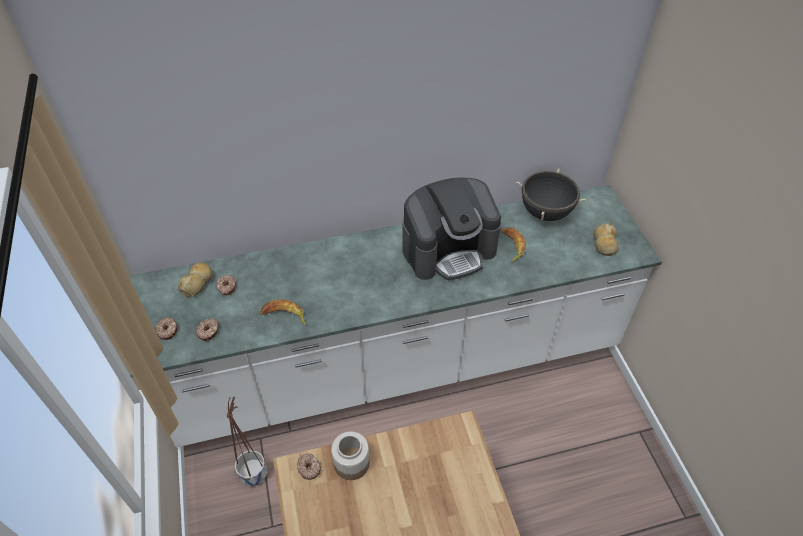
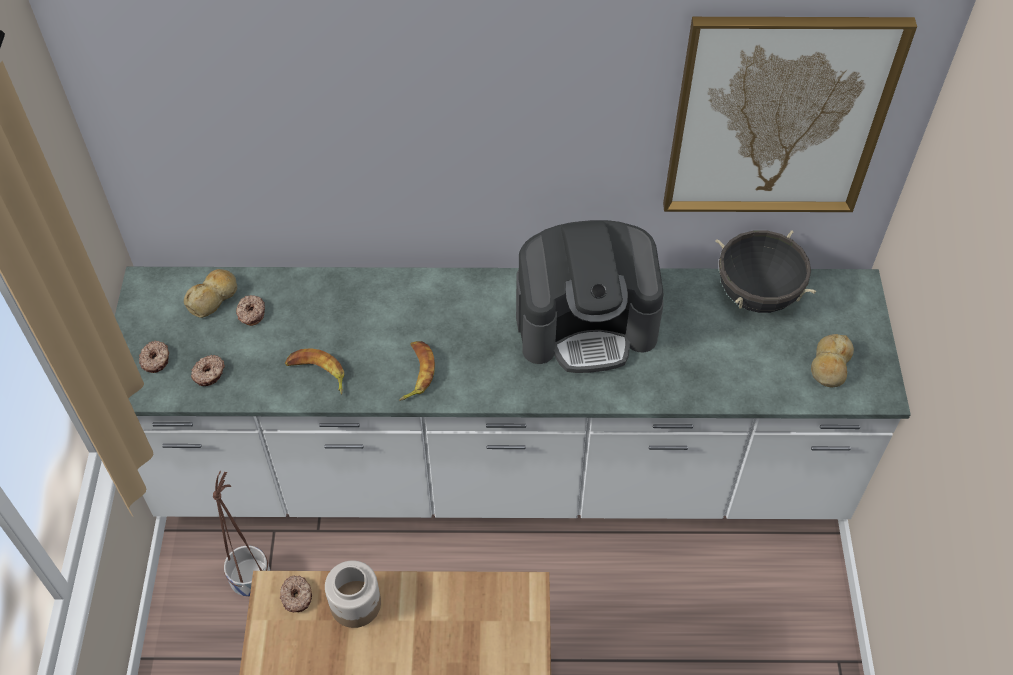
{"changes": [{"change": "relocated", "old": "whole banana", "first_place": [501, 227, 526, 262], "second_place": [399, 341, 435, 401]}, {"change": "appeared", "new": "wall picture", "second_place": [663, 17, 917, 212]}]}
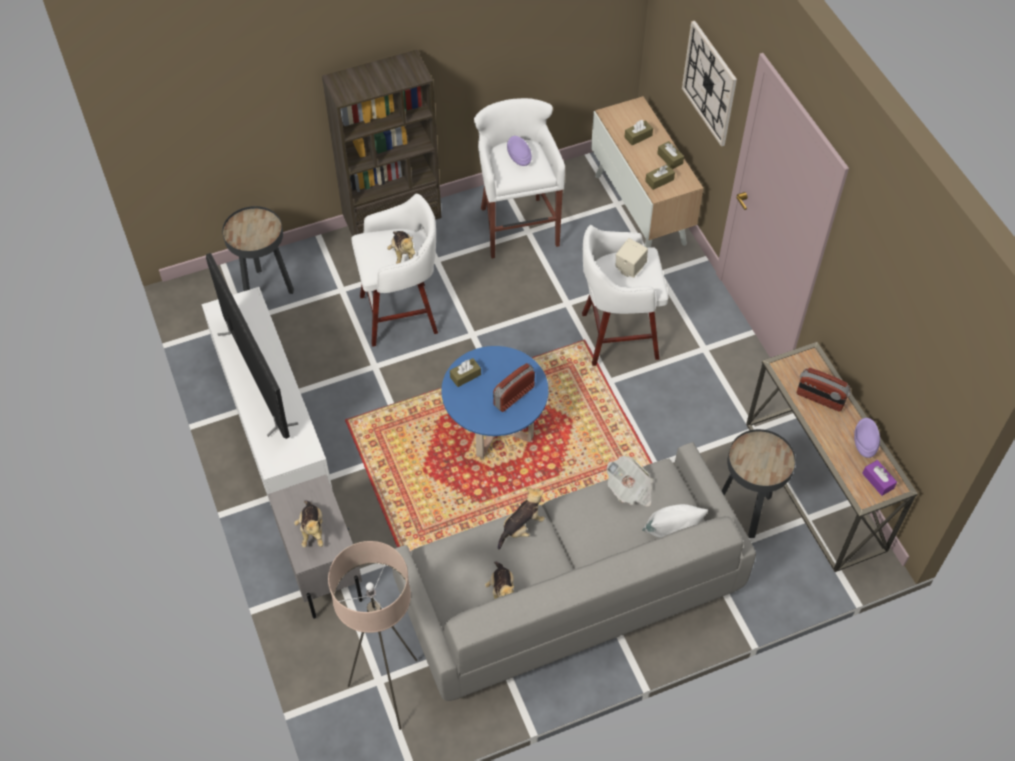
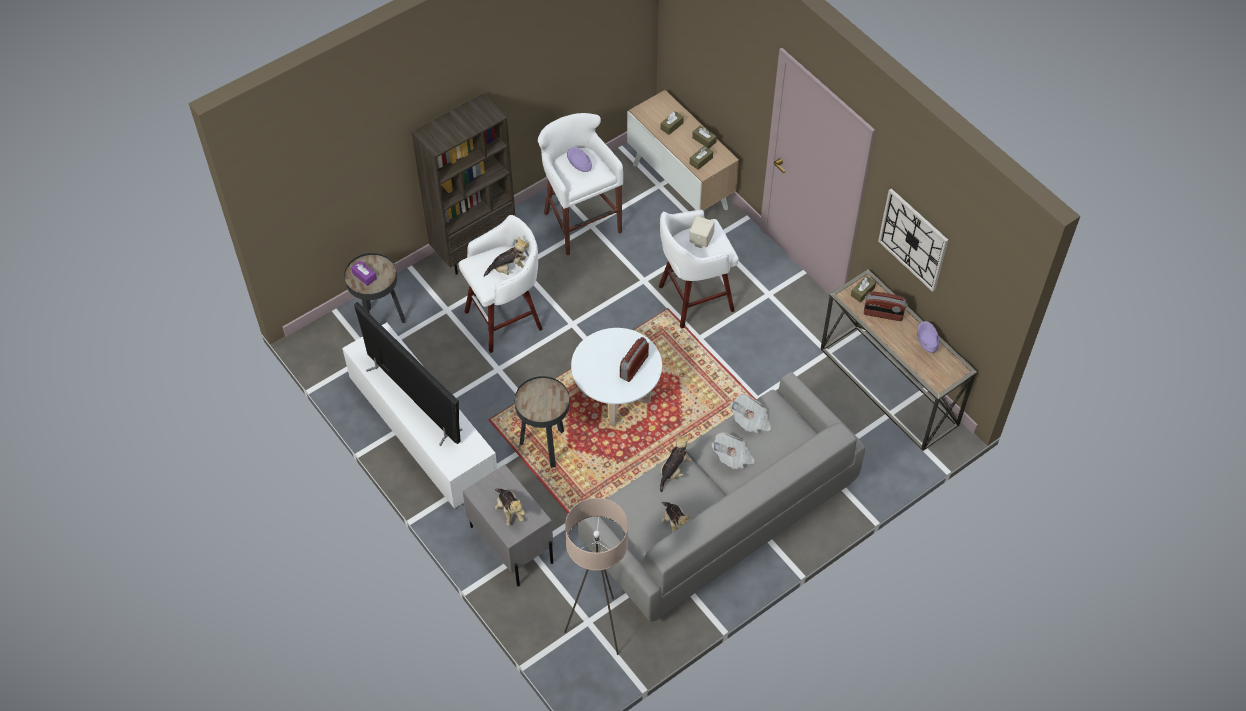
{"changes": [{"change": "relocated", "old": "purple-coloured box of tissues", "first_place": [862, 460, 897, 496], "second_place": [351, 260, 377, 286]}, {"change": "spun", "old": "cuddly toy", "first_place": [387, 231, 415, 264], "second_place": [484, 236, 529, 277], "degrees": -75}, {"change": "relocated", "old": "blackish end table", "first_place": [722, 429, 796, 538], "second_place": [515, 376, 570, 468]}, {"change": "colour", "old": "blue low table", "new": "whitish low table", "first_place": [441, 346, 549, 458], "second_place": [571, 328, 662, 425]}, {"change": "appeared", "new": "newspaper", "second_place": [712, 432, 755, 470]}, {"change": "relocated", "old": "brown box of tissues", "first_place": [450, 358, 481, 387], "second_place": [851, 276, 876, 302]}, {"change": "relocated", "old": "hanging clock", "first_place": [682, 21, 737, 147], "second_place": [878, 188, 948, 292]}, {"change": "missing", "old": "whitish cushion", "first_place": [642, 504, 708, 538]}]}
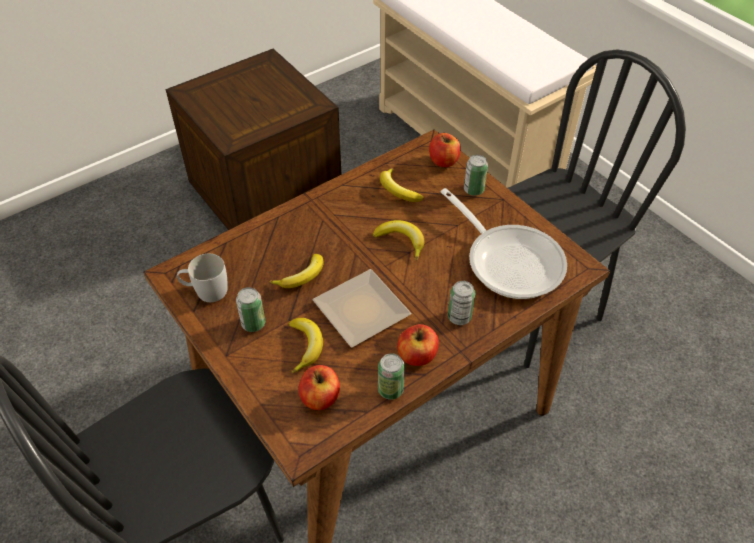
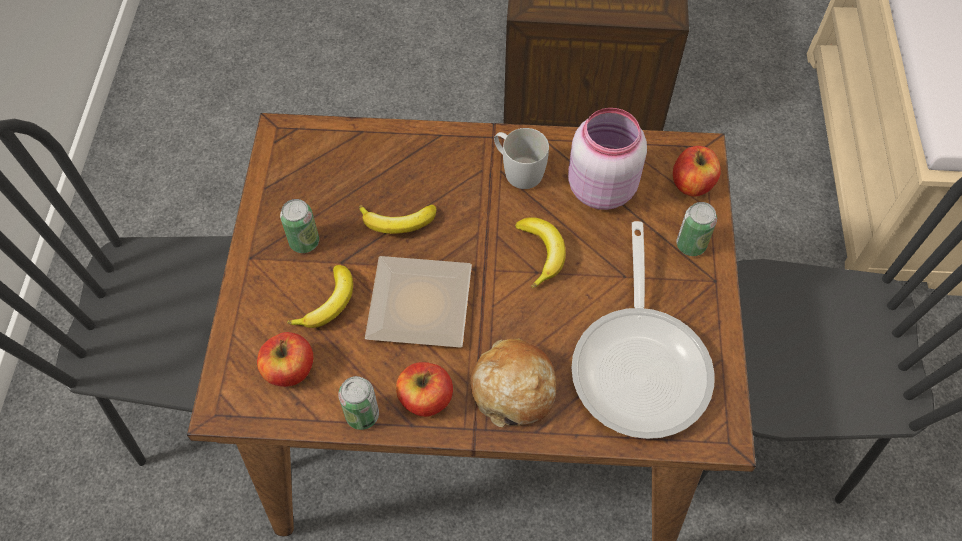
{"changes": [{"change": "exchanged", "old": "sealed can", "new": "bread", "first_place": [448, 281, 475, 325], "second_place": [470, 338, 556, 427]}, {"change": "relocated", "old": "whitish mug", "first_place": [177, 254, 228, 302], "second_place": [494, 128, 549, 189]}, {"change": "exchanged", "old": "whole banana", "new": "pink preserve jar", "first_place": [380, 168, 424, 202], "second_place": [568, 108, 647, 210]}]}
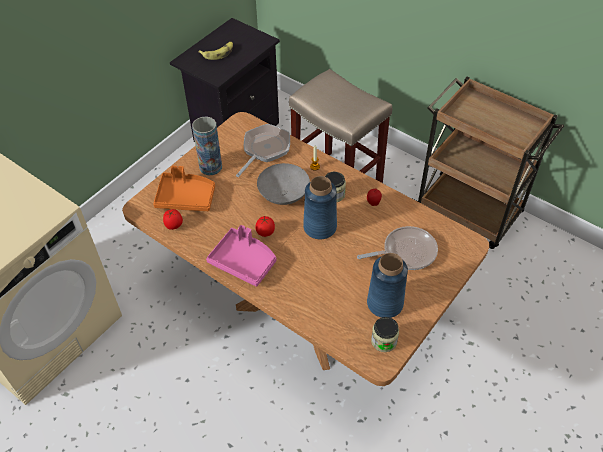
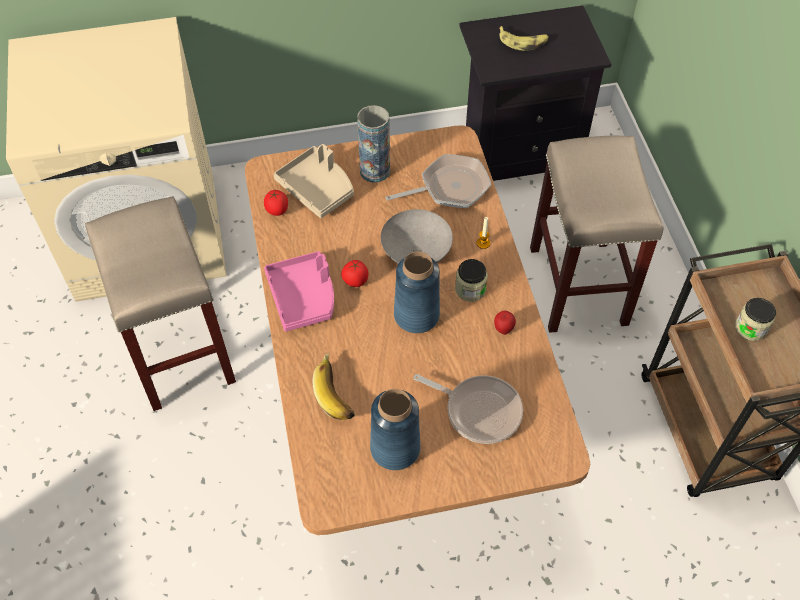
{"changes": [{"change": "appeared", "new": "beige-coloured stool seat", "second_place": [85, 196, 236, 411]}, {"change": "colour", "old": "orange-coloured serving tray", "new": "beige-coloured serving tray", "first_place": [153, 166, 215, 211], "second_place": [273, 144, 354, 218]}, {"change": "appeared", "new": "whole banana", "second_place": [312, 353, 355, 420]}, {"change": "relocated", "old": "preserve jar", "first_place": [371, 317, 399, 352], "second_place": [735, 298, 776, 341]}]}
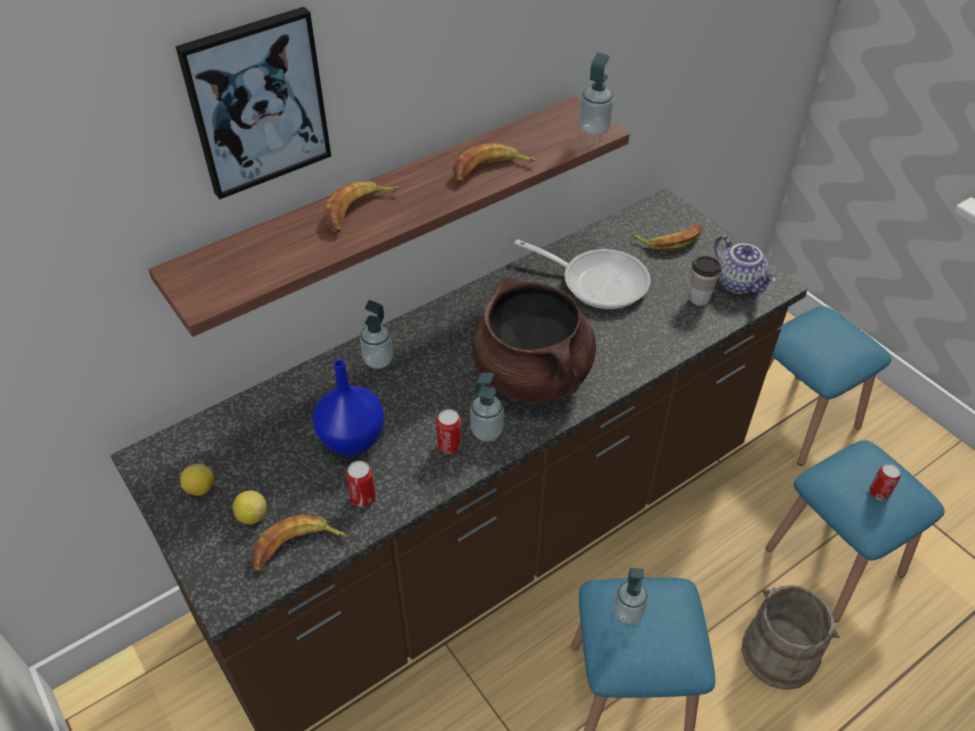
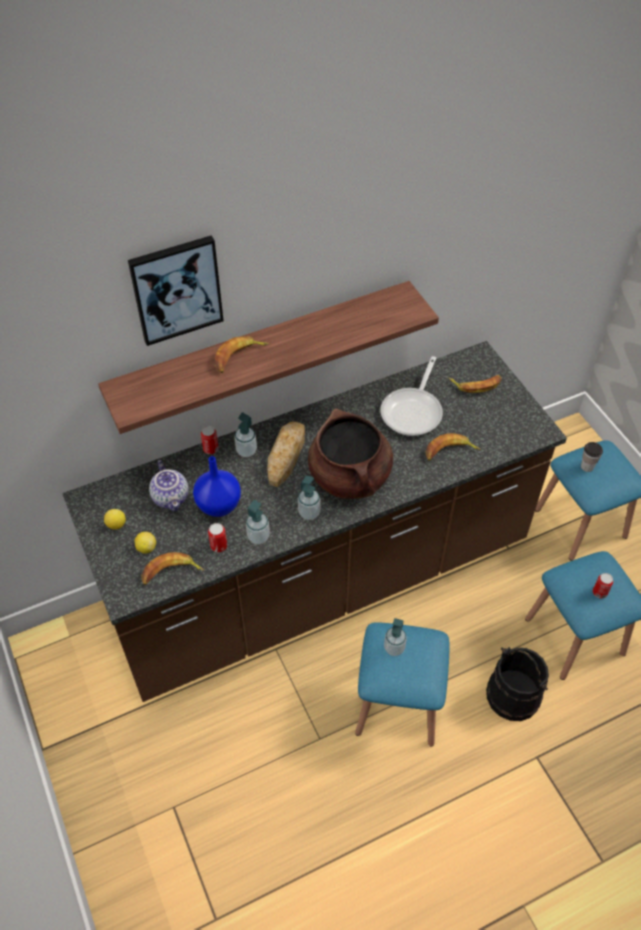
{"changes": [{"change": "relocated", "old": "tea pot", "first_place": [714, 235, 776, 294], "second_place": [149, 460, 189, 511]}, {"change": "relocated", "old": "sealed can", "first_place": [436, 409, 462, 454], "second_place": [201, 426, 219, 454]}, {"change": "relocated", "old": "liquid soap bottle", "first_place": [579, 53, 614, 136], "second_place": [246, 500, 270, 544]}, {"change": "appeared", "new": "bread", "second_place": [267, 422, 305, 487]}, {"change": "spun", "old": "frying pan", "first_place": [514, 239, 650, 309], "second_place": [380, 356, 443, 436], "degrees": 75}, {"change": "relocated", "old": "whole banana", "first_place": [452, 143, 537, 183], "second_place": [425, 433, 481, 461]}, {"change": "colour", "old": "beige-coloured bucket", "new": "blackish bucket", "first_place": [741, 585, 840, 690], "second_place": [486, 647, 549, 721]}, {"change": "relocated", "old": "drinking cup", "first_place": [690, 256, 722, 306], "second_place": [581, 442, 603, 472]}]}
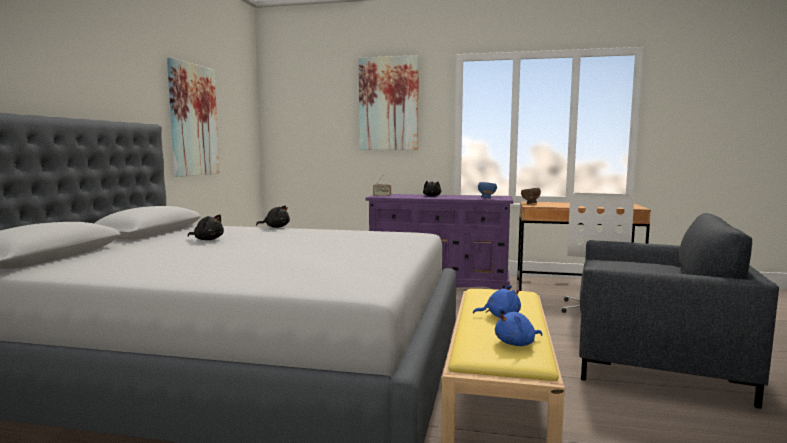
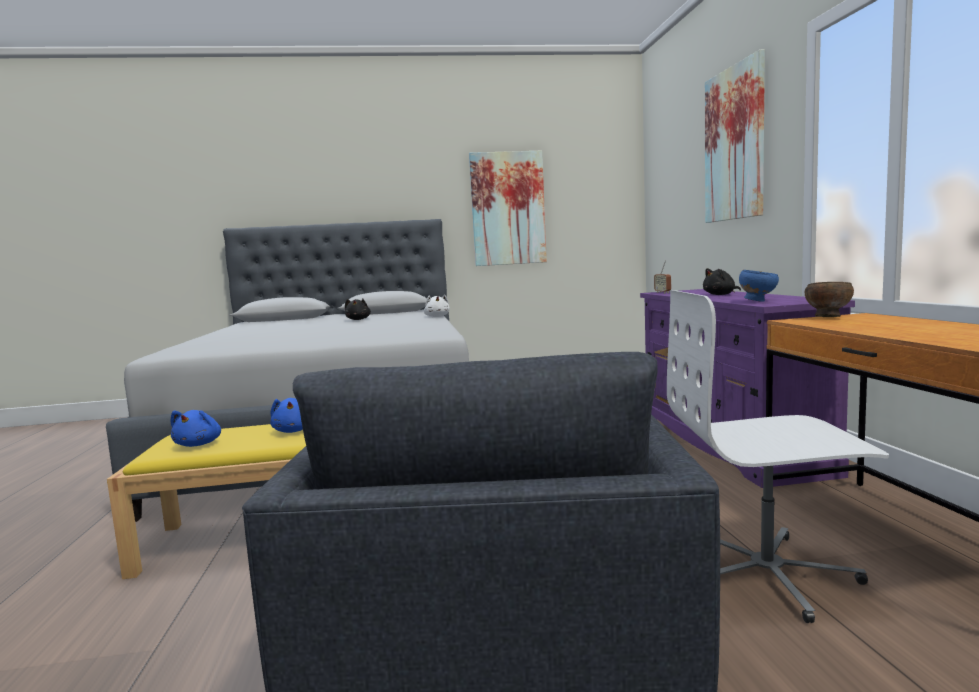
{"changes": [{"change": "spun", "old": "blue cuddly toy", "first_place": [495, 308, 543, 346], "second_place": [171, 410, 221, 447], "degrees": -135}, {"change": "colour", "old": "blackish cuddly toy", "new": "whitish cuddly toy", "first_place": [256, 205, 290, 228], "second_place": [424, 295, 450, 317]}]}
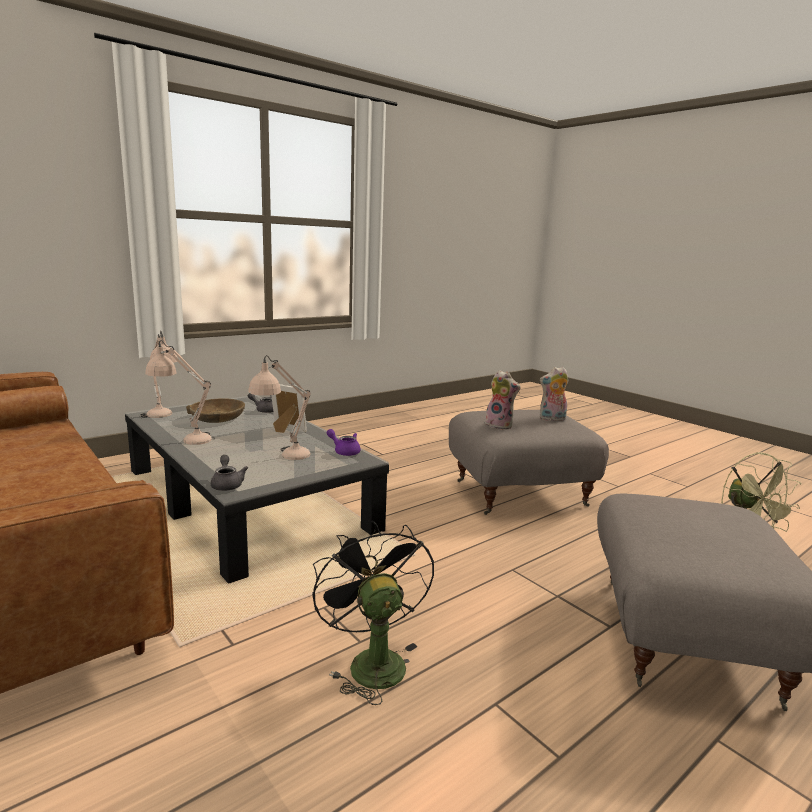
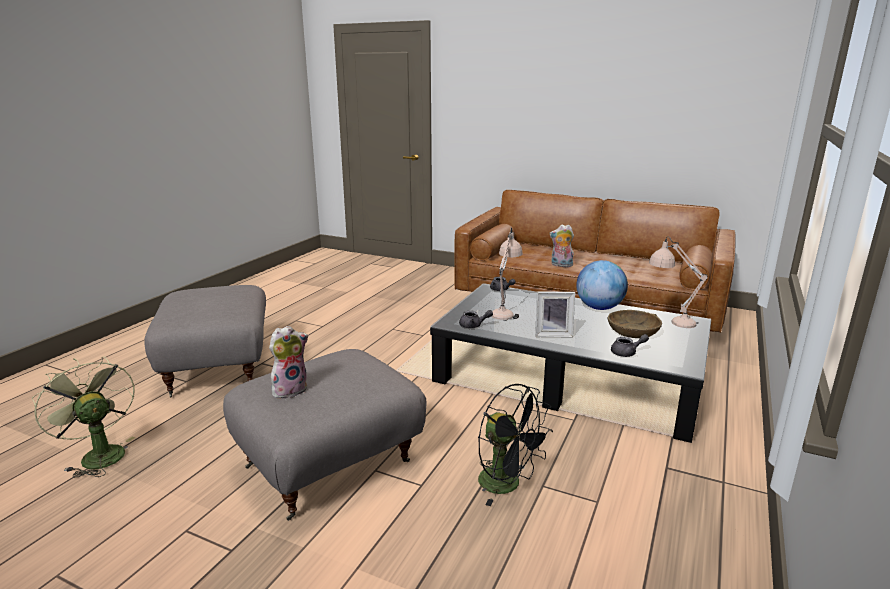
{"changes": [{"change": "colour", "old": "purple-coloured tea pot", "new": "grey tea pot", "first_place": [326, 429, 361, 456], "second_place": [459, 310, 493, 328]}, {"change": "relocated", "old": "blackish fan", "first_place": [312, 521, 434, 705], "second_place": [478, 384, 553, 506]}, {"change": "relocated", "old": "cuddly toy", "first_place": [485, 370, 521, 430], "second_place": [549, 225, 574, 267]}, {"change": "exchanged", "old": "beige-coloured lamp for a table", "new": "world globe", "first_place": [145, 340, 216, 445], "second_place": [576, 260, 628, 310]}]}
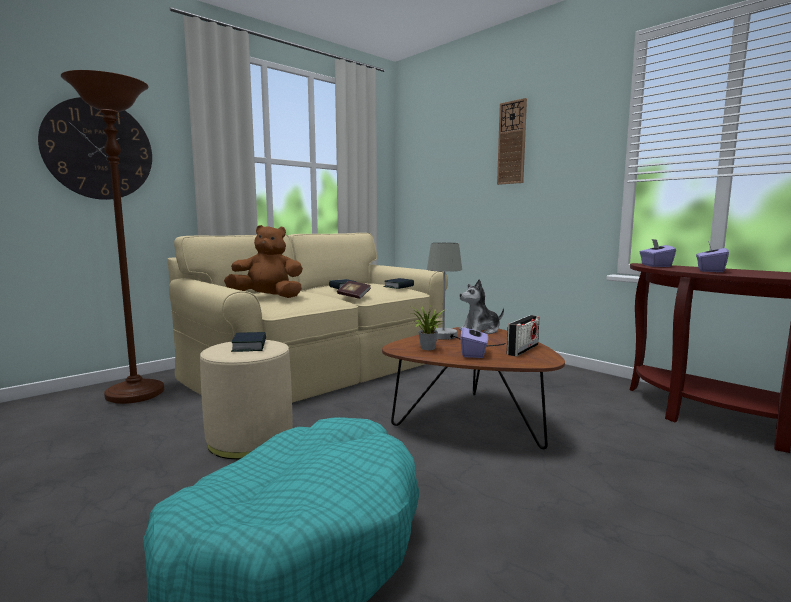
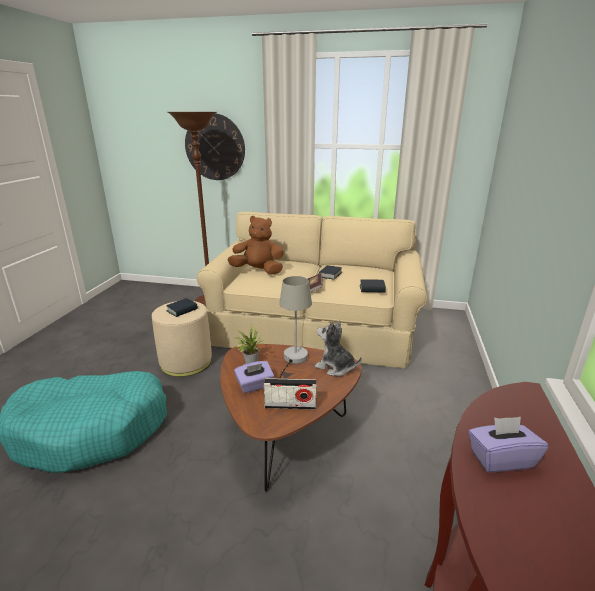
{"changes": [{"change": "spun", "old": "brown cuddly toy", "first_place": [224, 225, 303, 298], "second_place": [227, 216, 284, 275], "degrees": -45}, {"change": "missing", "old": "hanging clock", "first_place": [497, 98, 527, 185]}, {"change": "missing", "old": "purple-coloured box of tissues", "first_place": [640, 239, 676, 267]}]}
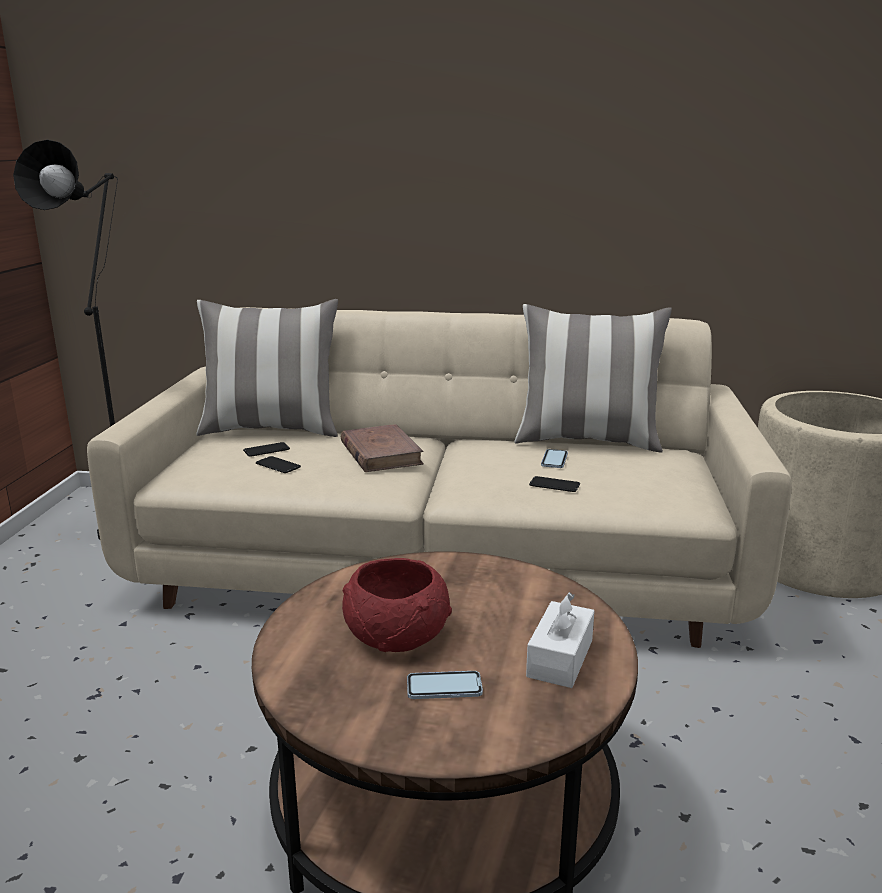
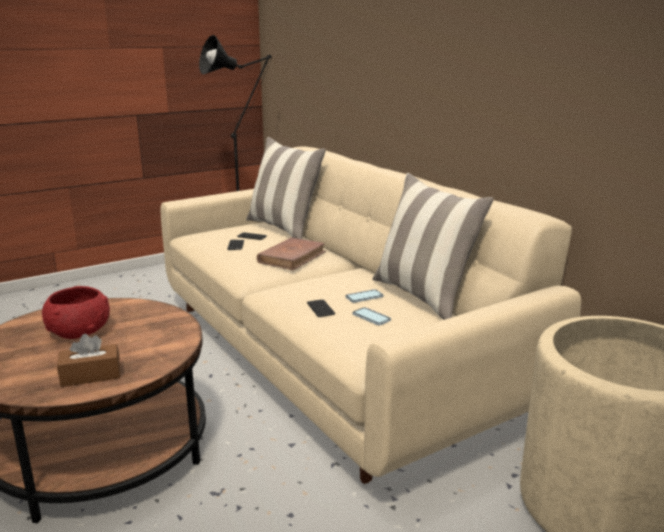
{"changes": [{"change": "colour", "old": "whitish box of tissues", "new": "brown box of tissues", "first_place": [526, 592, 594, 688], "second_place": [57, 334, 120, 387]}, {"change": "relocated", "old": "phone", "first_place": [407, 671, 483, 699], "second_place": [352, 307, 391, 325]}]}
